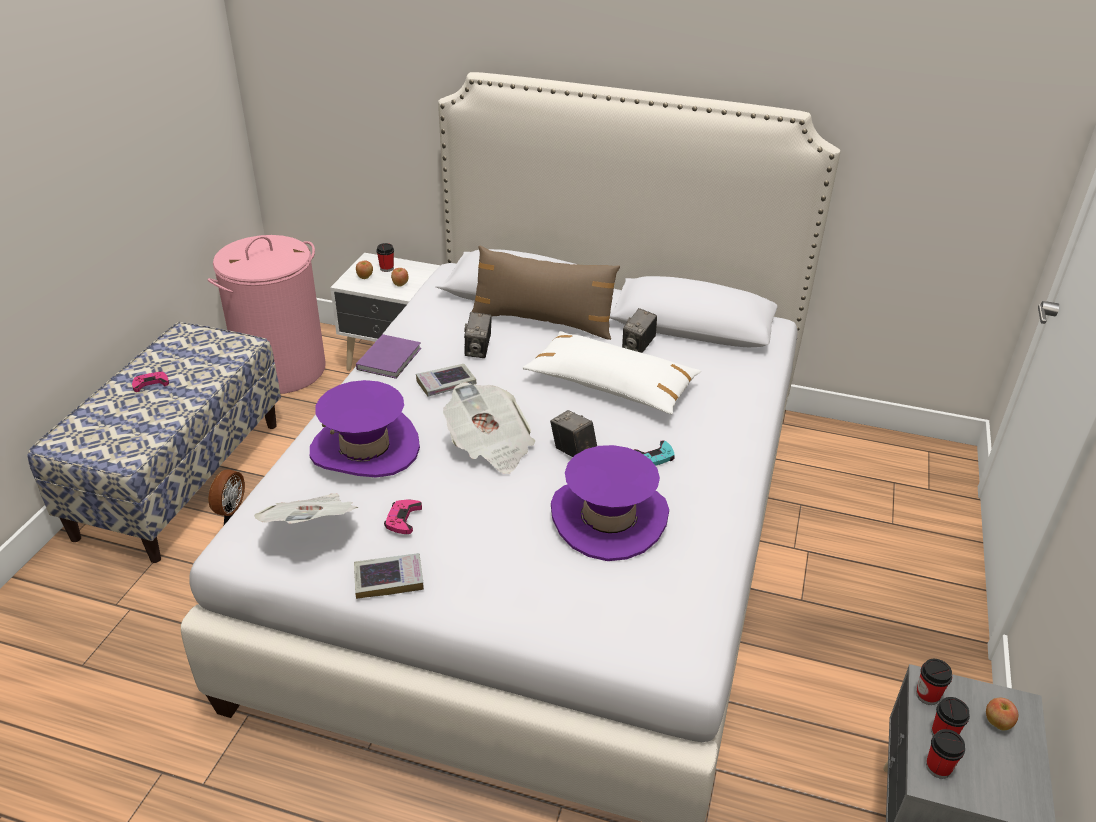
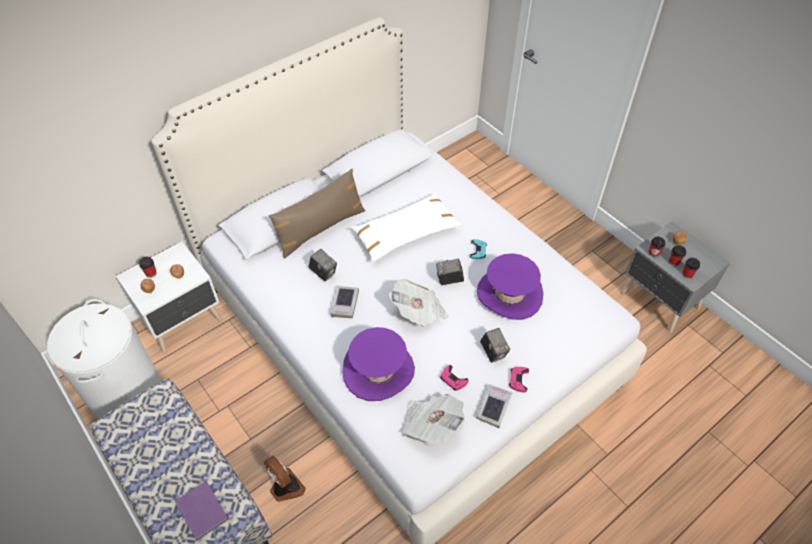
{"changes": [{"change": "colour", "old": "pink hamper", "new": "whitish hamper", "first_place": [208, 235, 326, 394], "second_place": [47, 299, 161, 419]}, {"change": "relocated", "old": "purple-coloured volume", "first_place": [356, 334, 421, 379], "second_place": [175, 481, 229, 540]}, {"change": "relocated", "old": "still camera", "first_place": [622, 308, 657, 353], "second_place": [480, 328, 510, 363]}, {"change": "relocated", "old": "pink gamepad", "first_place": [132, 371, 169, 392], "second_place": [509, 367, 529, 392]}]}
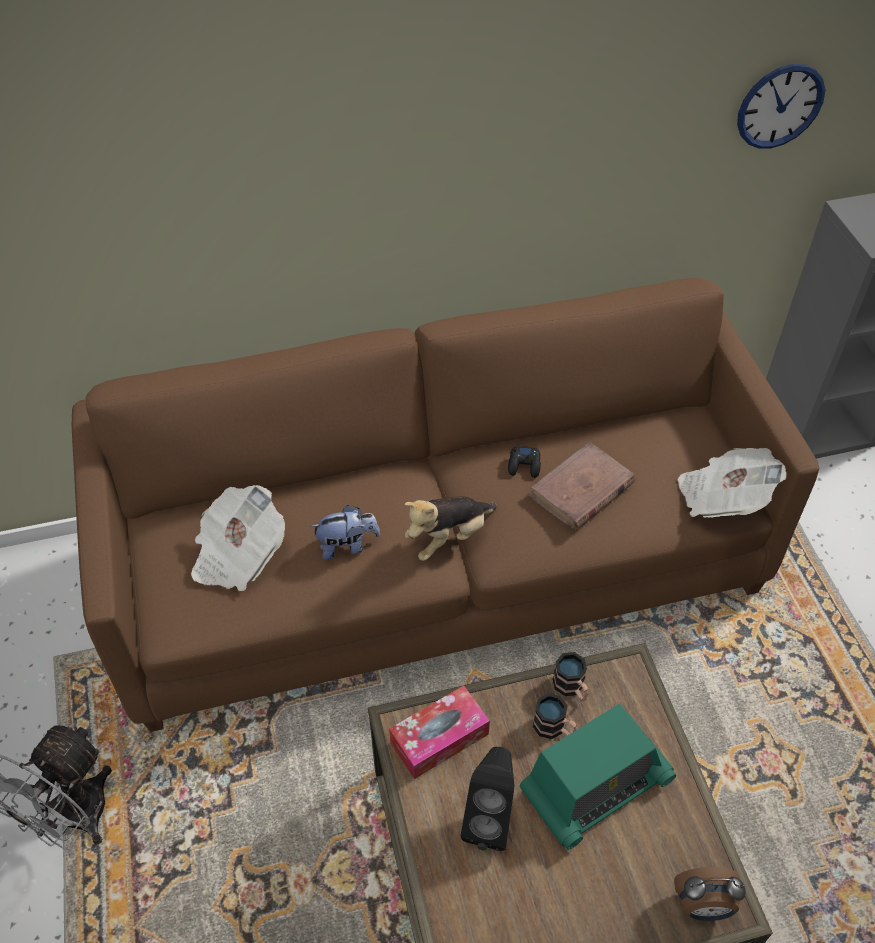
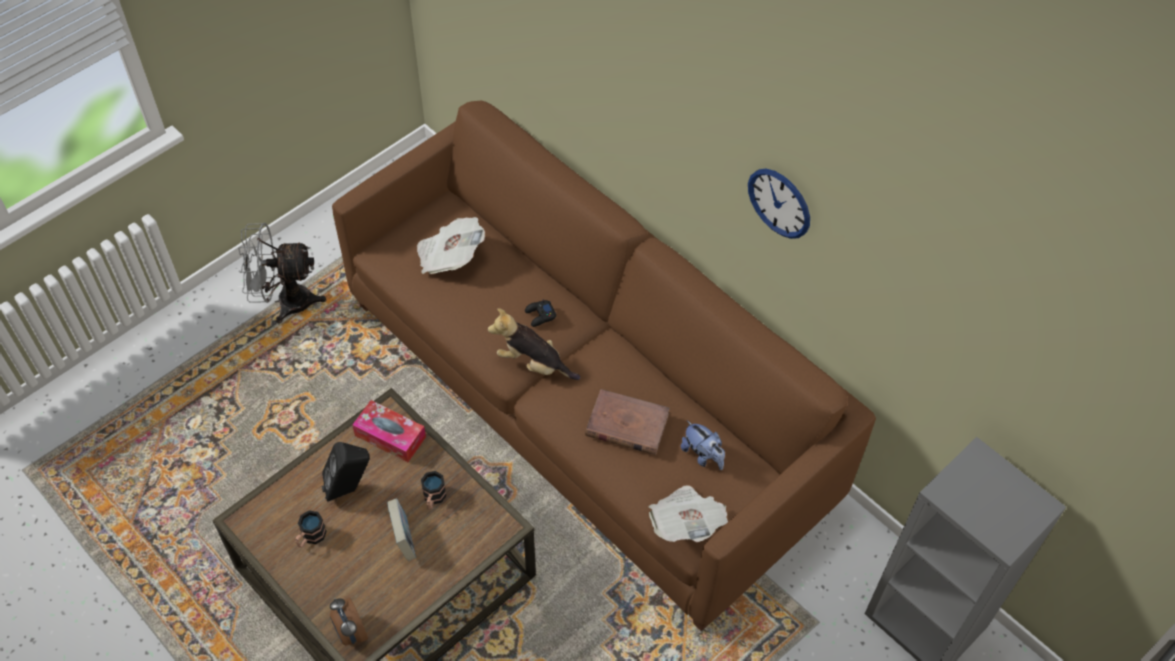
{"changes": [{"change": "relocated", "old": "mug", "first_place": [553, 652, 589, 701], "second_place": [295, 510, 327, 548]}, {"change": "exchanged", "old": "radio", "new": "volume", "first_place": [519, 703, 676, 850], "second_place": [387, 498, 416, 561]}, {"change": "relocated", "old": "blackish gamepad", "first_place": [508, 446, 541, 478], "second_place": [525, 300, 556, 327]}, {"change": "relocated", "old": "cuddly toy", "first_place": [310, 505, 380, 560], "second_place": [681, 421, 725, 470]}, {"change": "relocated", "old": "hanging clock", "first_place": [737, 64, 825, 149], "second_place": [748, 169, 810, 239]}]}
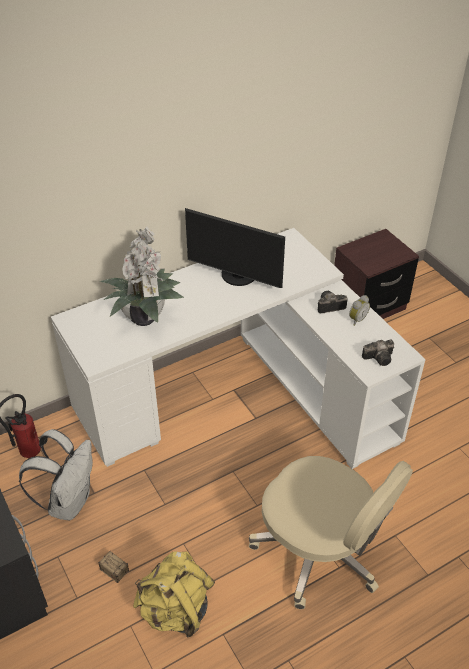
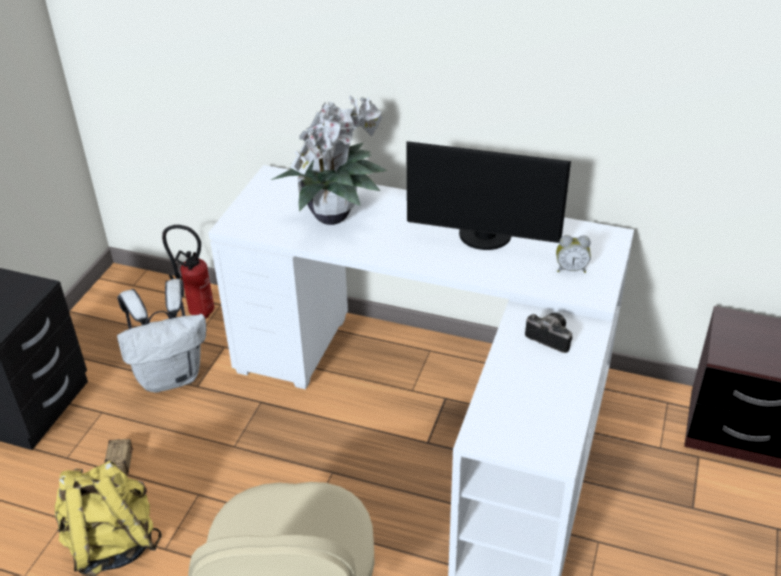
{"changes": [{"change": "spun", "old": "monitor", "first_place": [185, 208, 285, 288], "second_place": [406, 141, 571, 250], "degrees": -60}, {"change": "relocated", "old": "alarm clock", "first_place": [349, 295, 370, 326], "second_place": [556, 235, 591, 273]}, {"change": "missing", "old": "still camera", "first_place": [362, 340, 394, 366]}]}
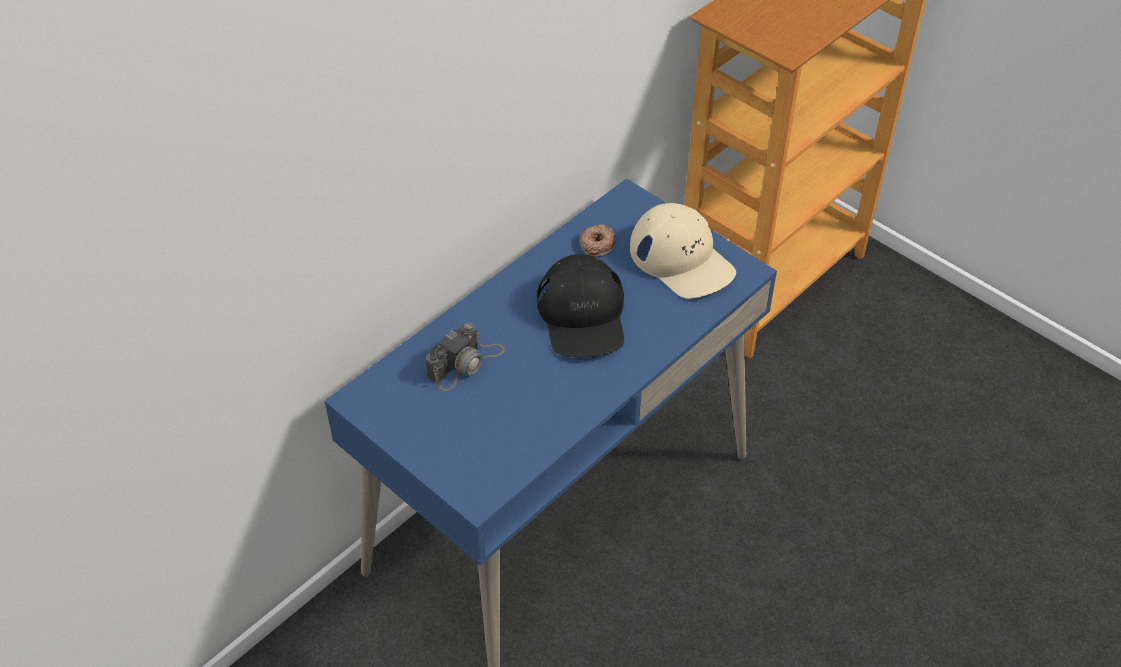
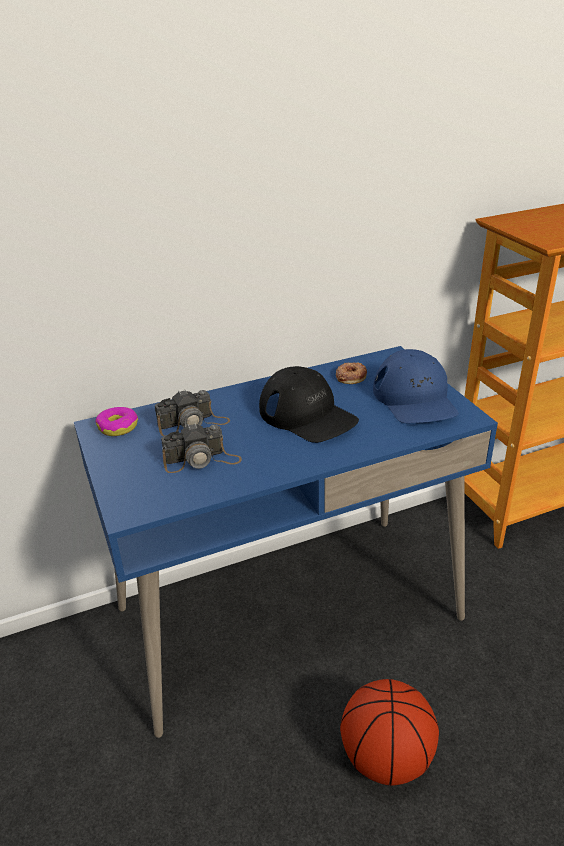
{"changes": [{"change": "appeared", "new": "doughnut", "second_place": [95, 407, 138, 436]}, {"change": "appeared", "new": "still camera", "second_place": [161, 423, 242, 473]}, {"change": "spun", "old": "blackish cap", "first_place": [537, 254, 624, 357], "second_place": [259, 366, 359, 443], "degrees": -60}, {"change": "appeared", "new": "basketball ball", "second_place": [340, 679, 439, 786]}, {"change": "colour", "old": "beige-coloured cap", "new": "blue cap", "first_place": [630, 203, 736, 299], "second_place": [373, 349, 459, 423]}]}
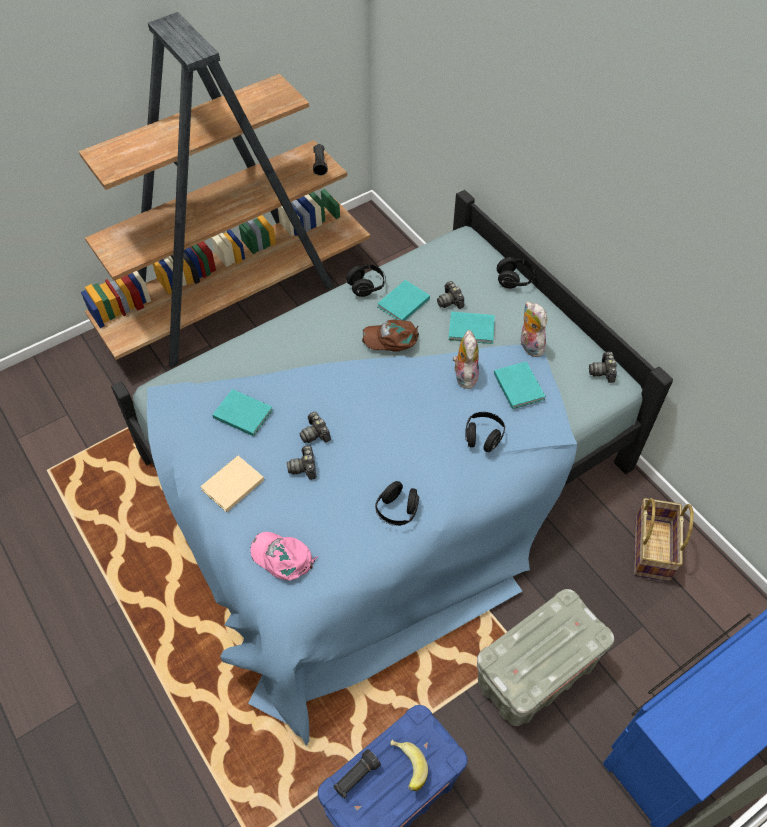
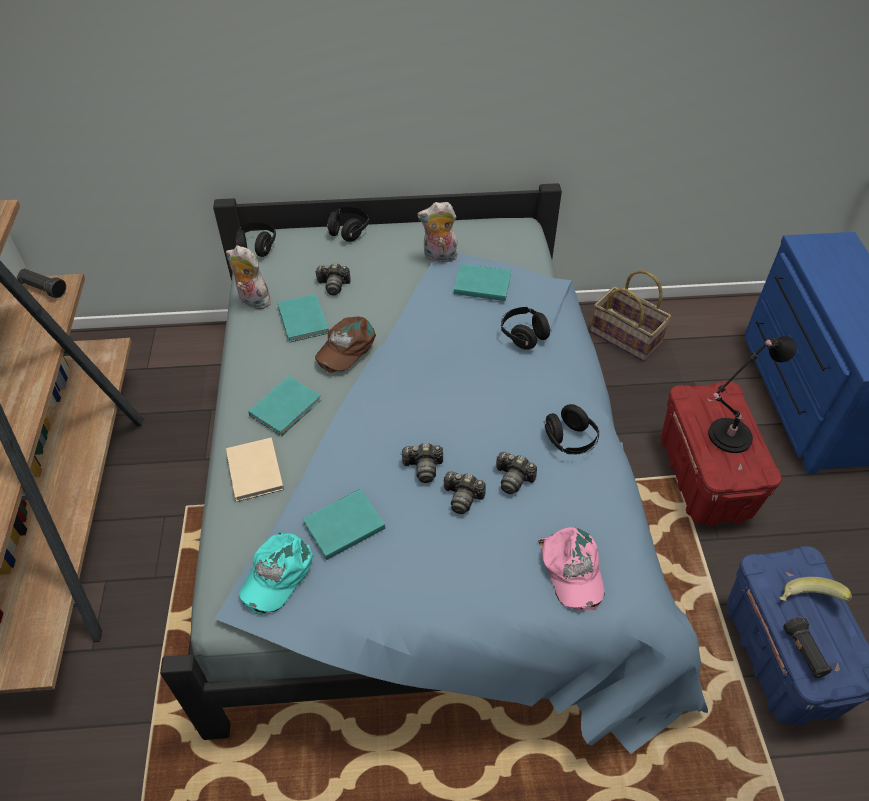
{"changes": [{"change": "relocated", "old": "cuddly toy", "first_place": [453, 330, 479, 389], "second_place": [226, 246, 271, 309]}, {"change": "relocated", "old": "beige-coloured volume", "first_place": [200, 456, 264, 512], "second_place": [226, 437, 284, 502]}, {"change": "relocated", "old": "blackish pair of headphones", "first_place": [346, 265, 386, 297], "second_place": [236, 222, 276, 257]}, {"change": "appeared", "new": "blue-green cap", "second_place": [239, 531, 313, 615]}, {"change": "relocated", "old": "blue-green volume", "first_place": [448, 311, 495, 344], "second_place": [248, 376, 321, 436]}, {"change": "relocated", "old": "still camera", "first_place": [589, 352, 617, 383], "second_place": [496, 452, 537, 494]}, {"change": "spun", "old": "pink cap", "first_place": [250, 532, 318, 581], "second_place": [538, 527, 605, 611], "degrees": -75}, {"change": "colour", "old": "grey storage container", "new": "red storage container", "first_place": [477, 589, 614, 726], "second_place": [661, 381, 782, 526]}, {"change": "appeared", "new": "blackish lamp for a table", "second_place": [708, 336, 797, 453]}]}
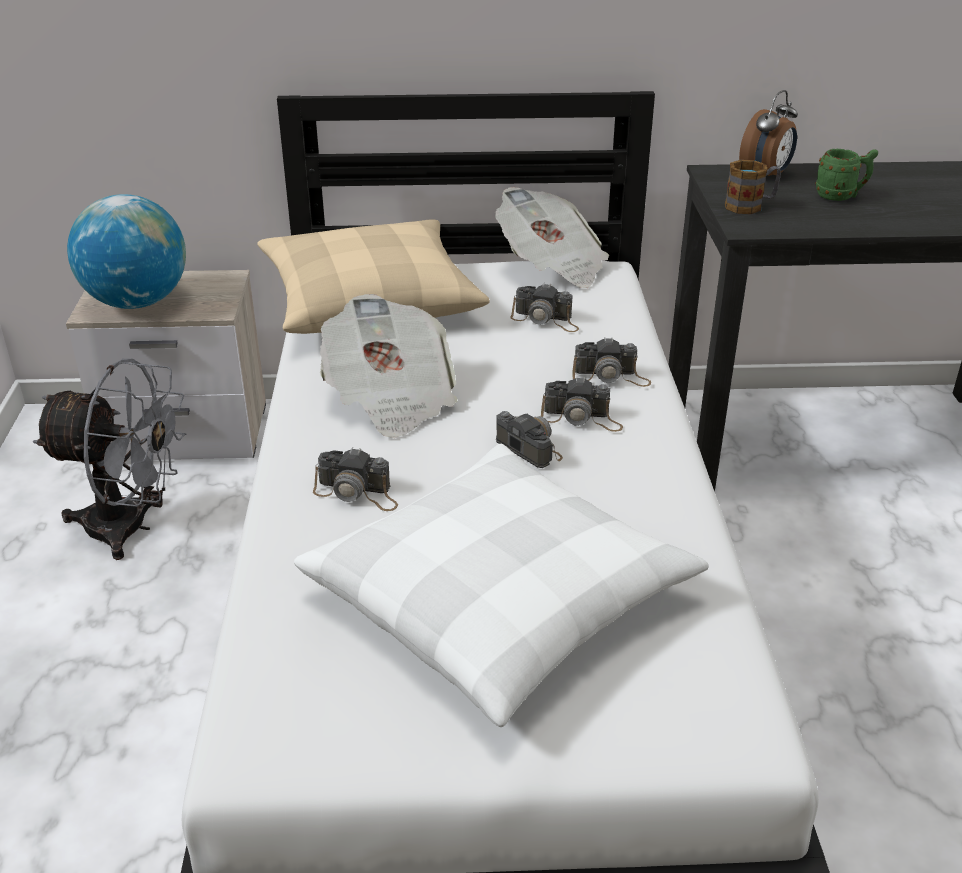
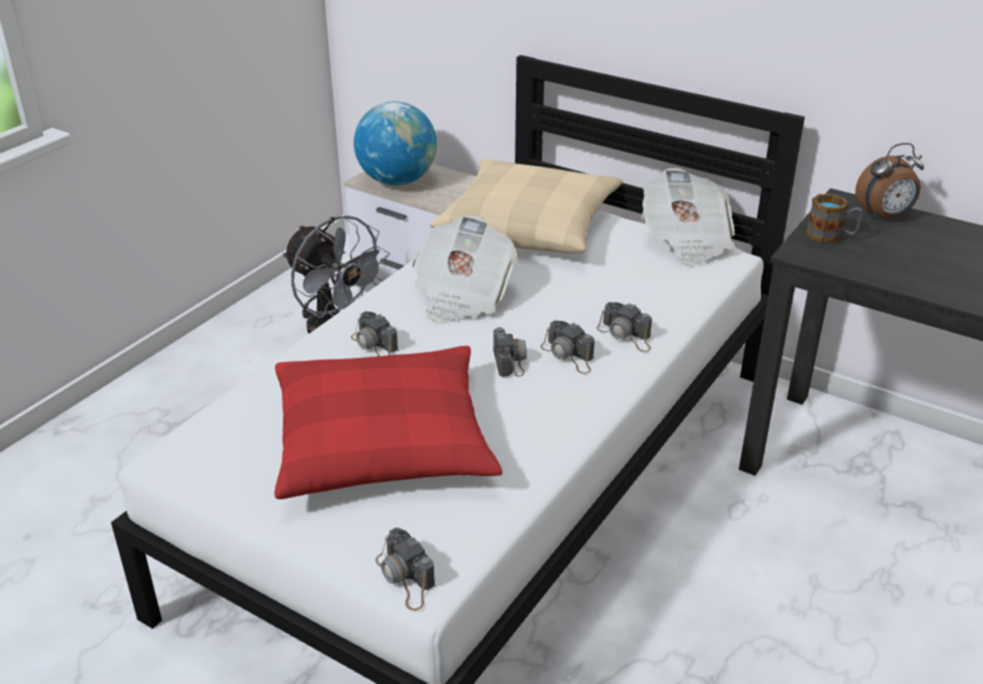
{"changes": [{"change": "colour", "old": "whitish cushion", "new": "red cushion", "first_place": [294, 444, 709, 727], "second_place": [274, 346, 502, 499]}, {"change": "relocated", "old": "still camera", "first_place": [511, 283, 579, 332], "second_place": [375, 527, 435, 611]}, {"change": "missing", "old": "greenish mug", "first_place": [815, 149, 878, 201]}]}
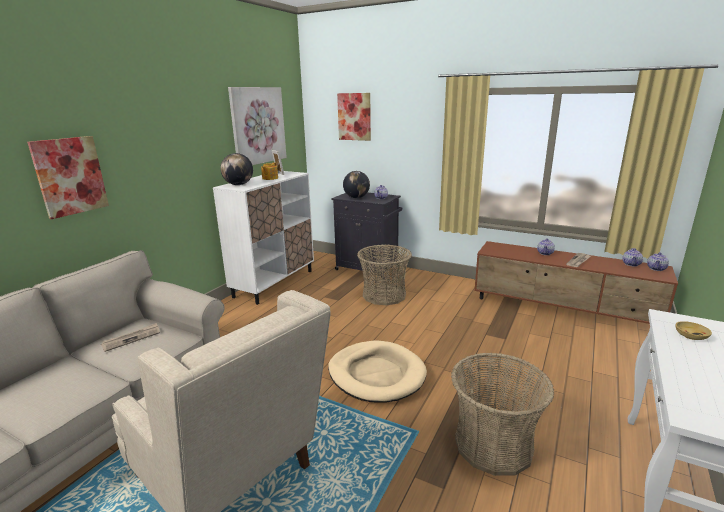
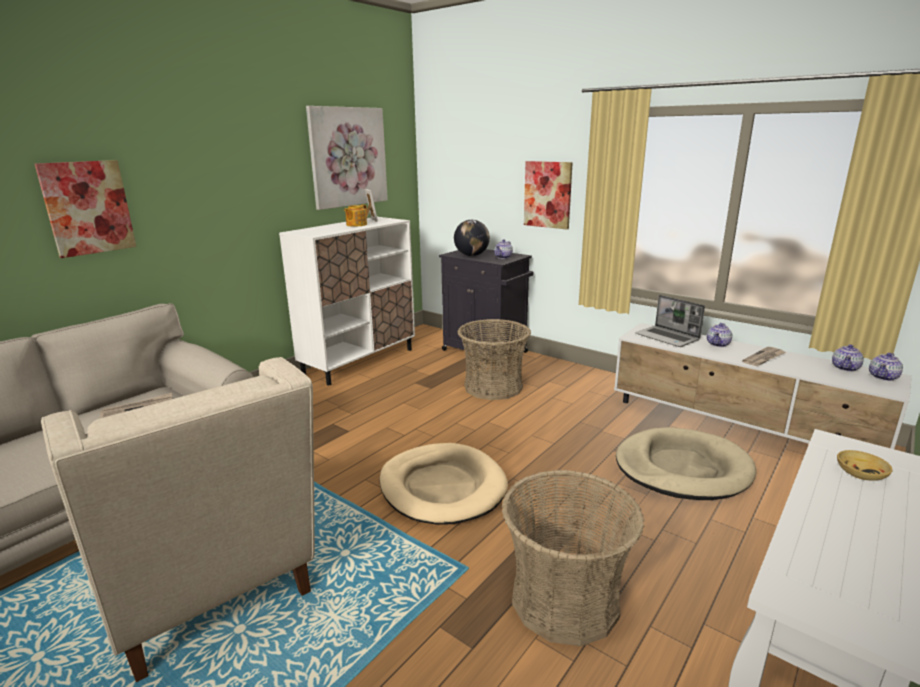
{"changes": [{"change": "relocated", "old": "wall picture", "first_place": [337, 93, 371, 141], "second_place": [524, 161, 573, 229]}, {"change": "colour", "old": "brown tv stand", "new": "whitish tv stand", "first_place": [474, 241, 678, 324], "second_place": [614, 323, 912, 449]}, {"change": "appeared", "new": "beige-coloured dog bed", "second_place": [616, 427, 756, 500]}, {"change": "appeared", "new": "laptop", "second_place": [636, 295, 705, 347]}, {"change": "missing", "old": "world globe", "first_place": [220, 153, 253, 185]}]}
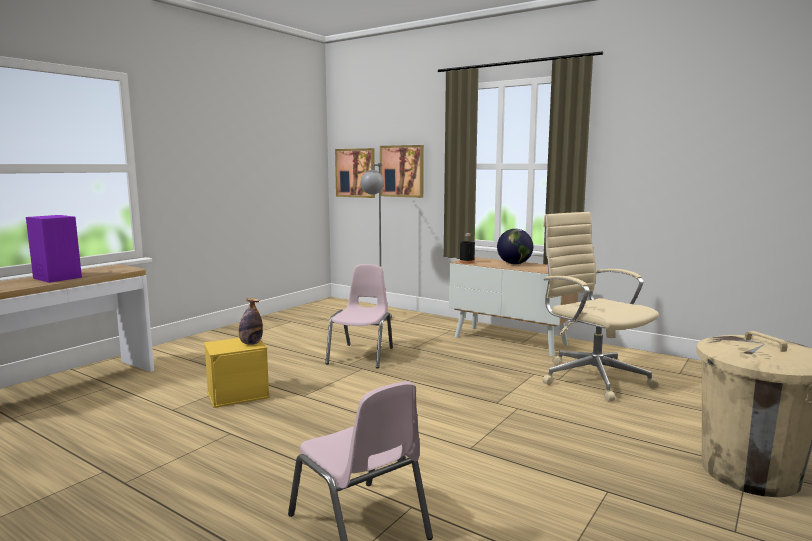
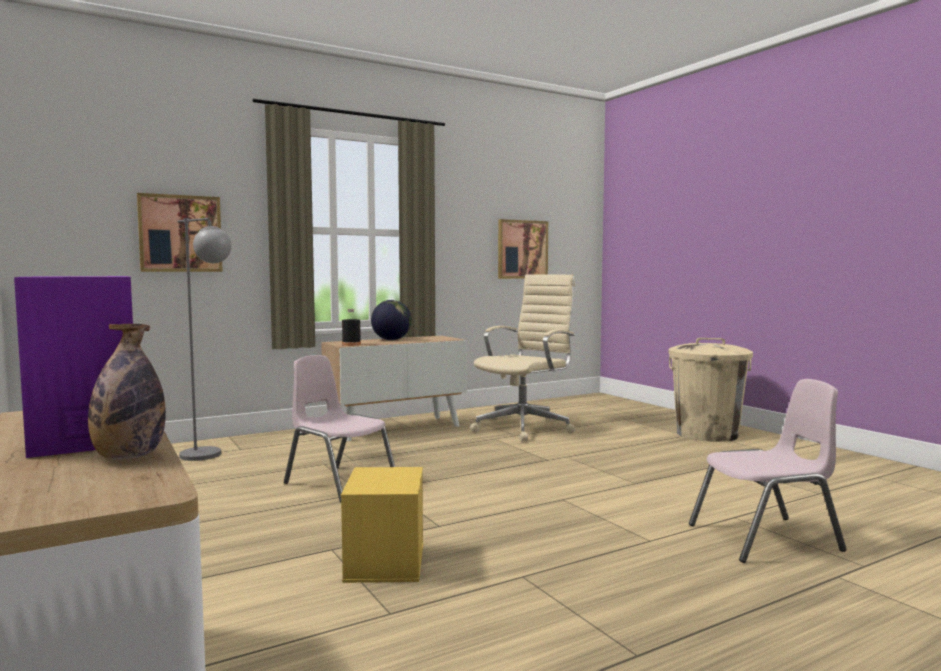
{"changes": [{"change": "relocated", "old": "bottle", "first_place": [239, 298, 263, 345], "second_place": [88, 324, 166, 460]}, {"change": "spun", "old": "beige-coloured office chair", "first_place": [543, 212, 659, 402], "second_place": [470, 274, 575, 441], "degrees": 135}, {"change": "relocated", "old": "wall picture", "first_place": [335, 148, 375, 198], "second_place": [498, 219, 548, 279]}]}
